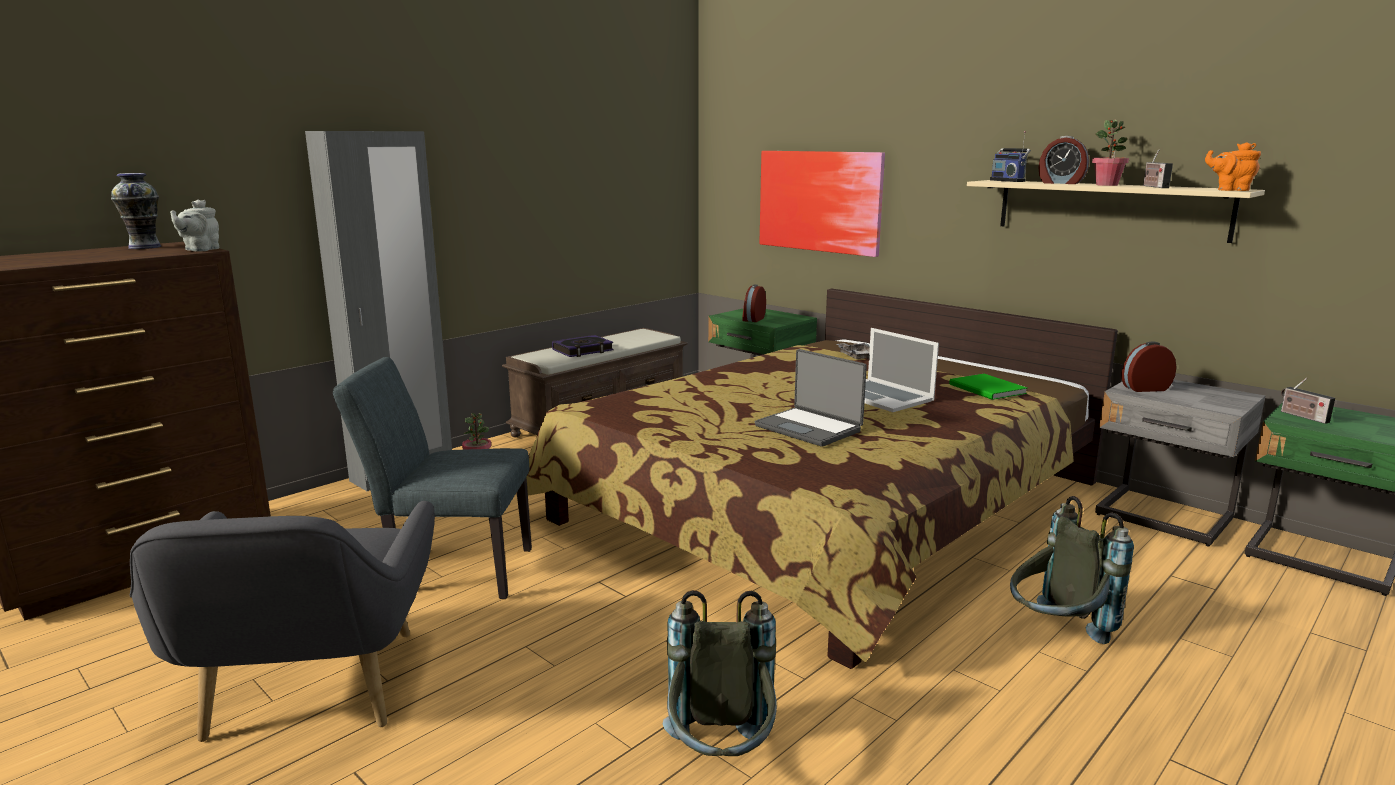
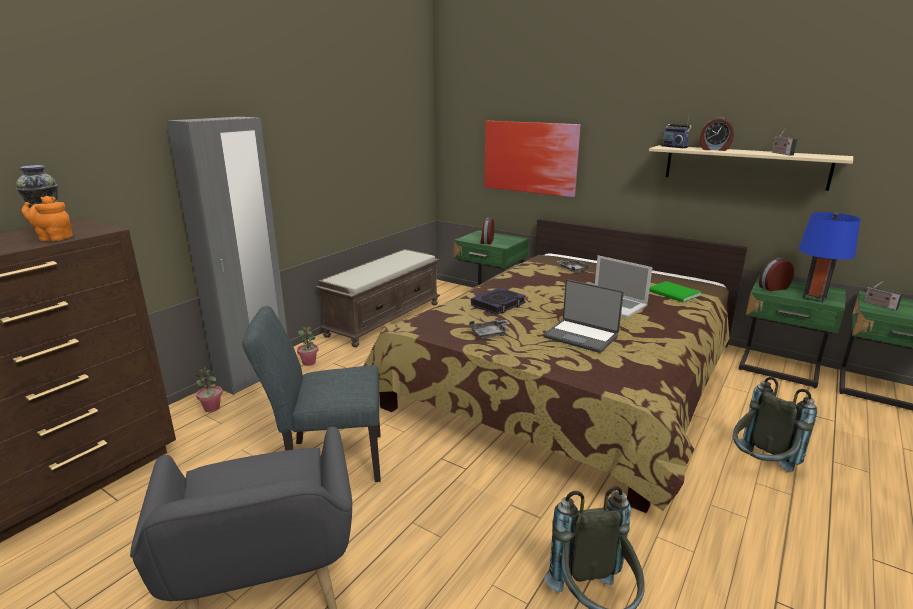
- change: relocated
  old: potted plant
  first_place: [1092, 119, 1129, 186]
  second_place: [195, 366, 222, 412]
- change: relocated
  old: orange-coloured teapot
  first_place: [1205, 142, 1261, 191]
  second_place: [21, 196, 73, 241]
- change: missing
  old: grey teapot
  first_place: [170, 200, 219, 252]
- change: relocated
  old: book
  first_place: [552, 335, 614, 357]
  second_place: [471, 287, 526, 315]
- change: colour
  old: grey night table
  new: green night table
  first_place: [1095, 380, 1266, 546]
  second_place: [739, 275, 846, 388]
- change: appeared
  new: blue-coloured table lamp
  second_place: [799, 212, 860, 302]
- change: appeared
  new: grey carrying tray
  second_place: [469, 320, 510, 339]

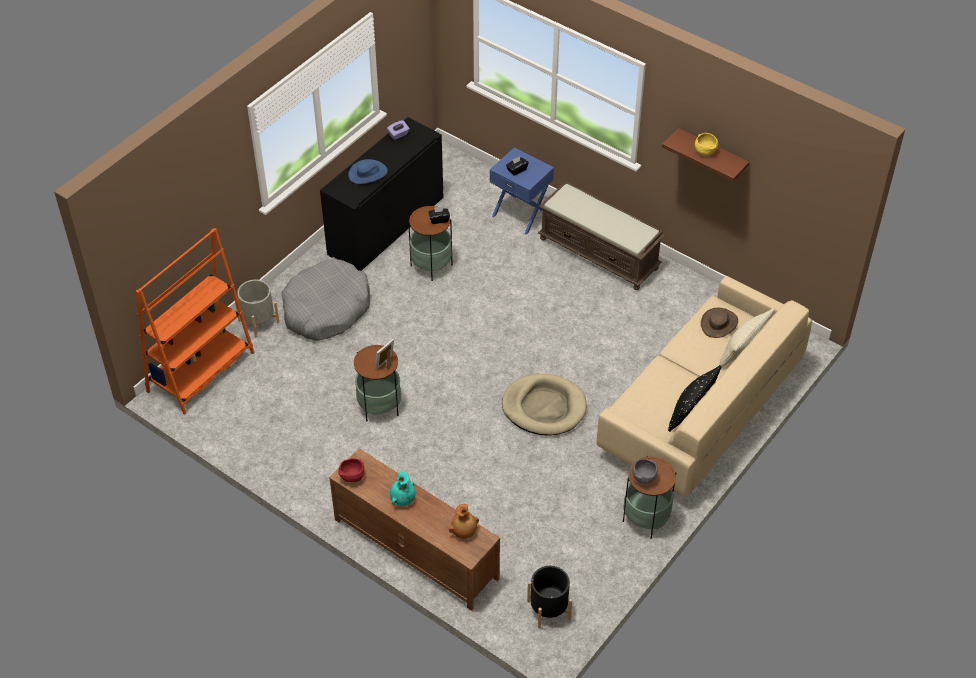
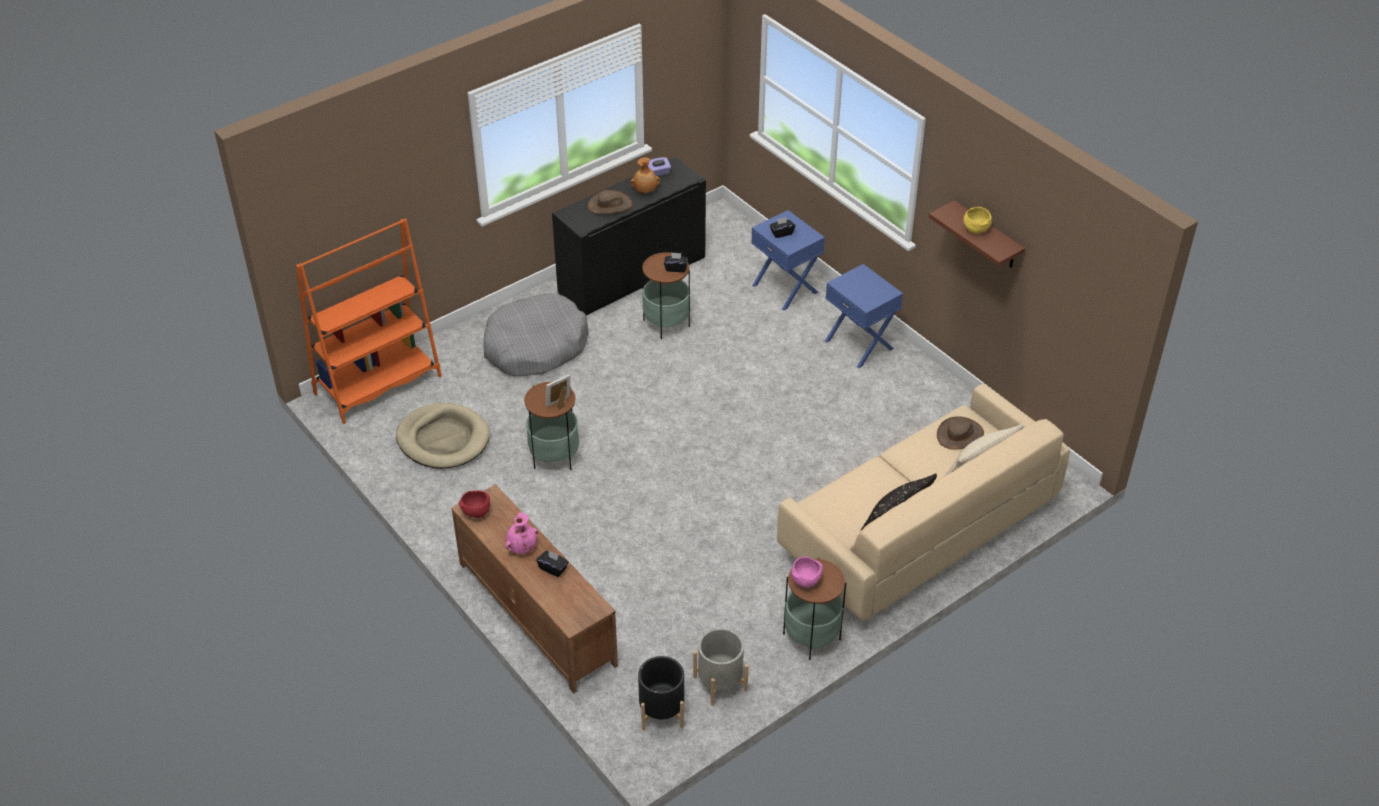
- change: colour
  old: blue-coloured wearable hat
  new: brown wearable hat
  first_place: [348, 159, 388, 184]
  second_place: [587, 190, 633, 214]
- change: exchanged
  old: brown bench
  new: blue-coloured night table
  first_place: [538, 181, 665, 290]
  second_place: [825, 264, 903, 368]
- change: relocated
  old: grey plant pot
  first_place: [235, 280, 280, 337]
  second_place: [693, 628, 749, 706]
- change: relocated
  old: beige-coloured dog cushion
  first_place: [502, 374, 587, 436]
  second_place: [396, 403, 490, 469]
- change: colour
  old: grey serving bowl
  new: pink serving bowl
  first_place: [632, 459, 658, 484]
  second_place: [792, 556, 823, 587]
- change: colour
  old: blue-green decorative vase
  new: pink decorative vase
  first_place: [390, 472, 415, 506]
  second_place: [505, 512, 538, 554]
- change: relocated
  old: brown decorative vase
  first_place: [449, 504, 479, 539]
  second_place: [630, 158, 660, 193]
- change: appeared
  new: blackish tissue holder
  second_place: [536, 550, 569, 577]

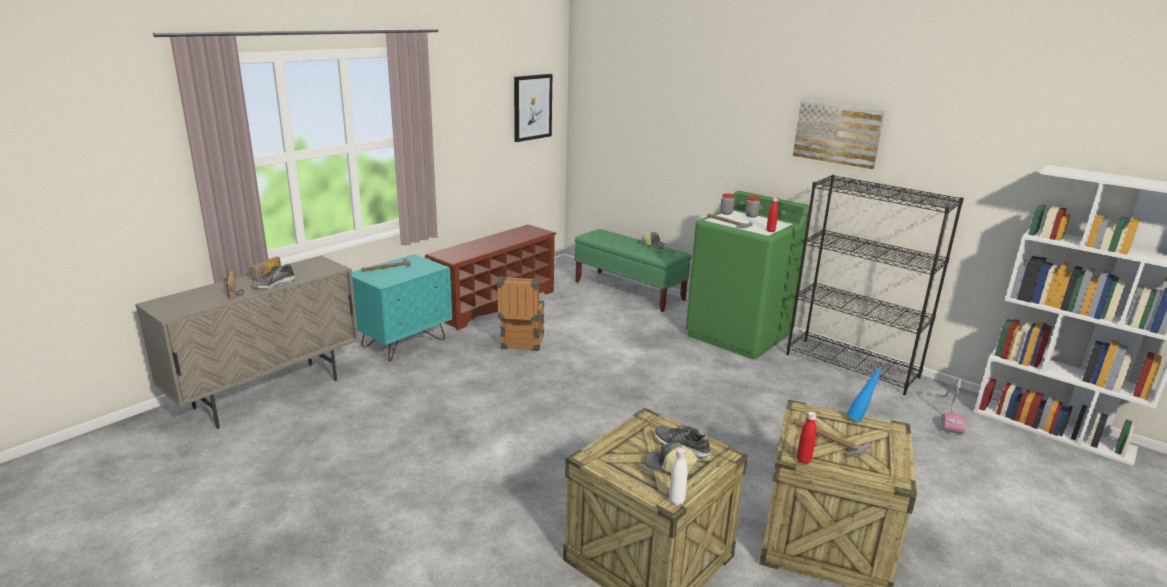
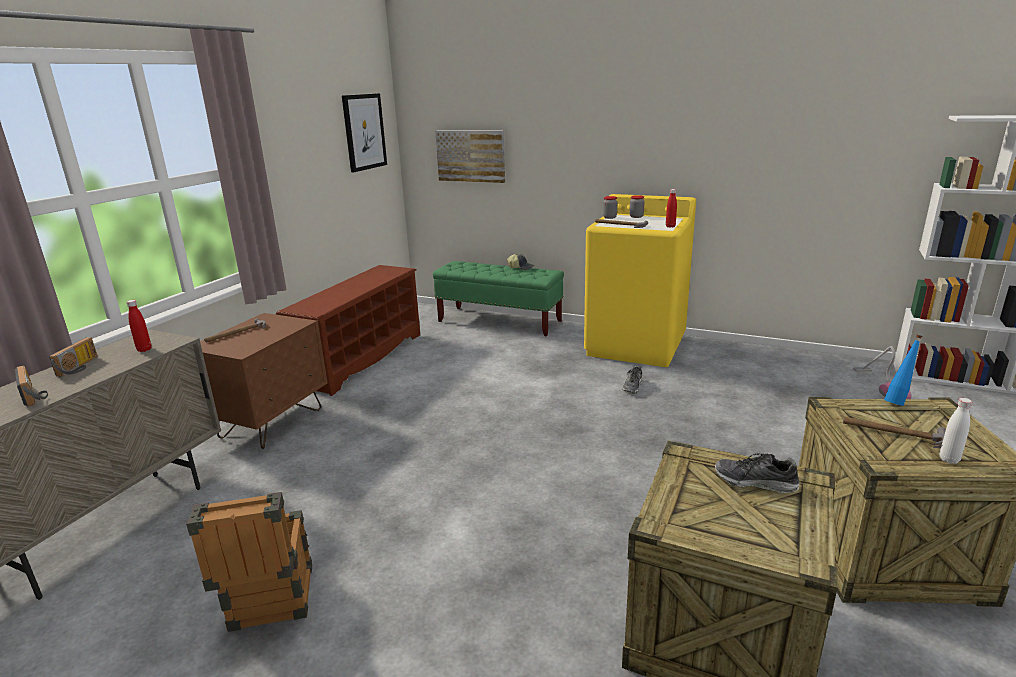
- change: relocated
  old: wall picture
  first_place: [793, 101, 885, 169]
  second_place: [435, 130, 505, 183]
- change: missing
  old: blackish shelving unit
  first_place: [786, 175, 964, 395]
- change: colour
  old: green laundry appliance
  new: yellow laundry appliance
  first_place: [686, 191, 812, 360]
  second_place: [584, 194, 696, 367]
- change: colour
  old: blue-green night table
  new: brown night table
  first_place: [352, 254, 452, 361]
  second_place: [200, 313, 327, 449]
- change: relocated
  old: low shoe
  first_place: [252, 264, 296, 290]
  second_place: [623, 366, 642, 394]
- change: relocated
  old: shipping crate
  first_place: [497, 277, 544, 351]
  second_place: [186, 492, 312, 632]
- change: relocated
  old: red beverage bottle
  first_place: [797, 411, 817, 464]
  second_place: [127, 300, 151, 352]
- change: missing
  old: baseball cap
  first_place: [645, 442, 698, 474]
- change: relocated
  old: whitish beverage bottle
  first_place: [669, 448, 688, 505]
  second_place: [940, 398, 972, 464]

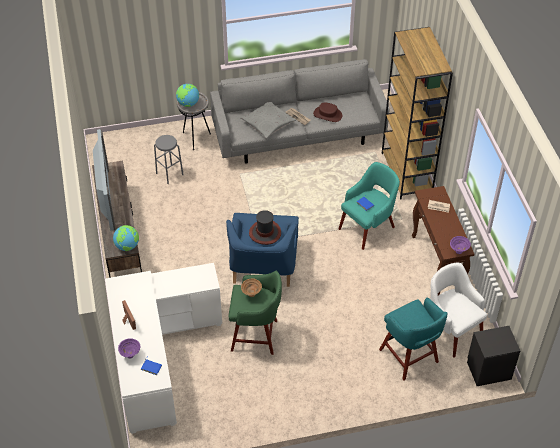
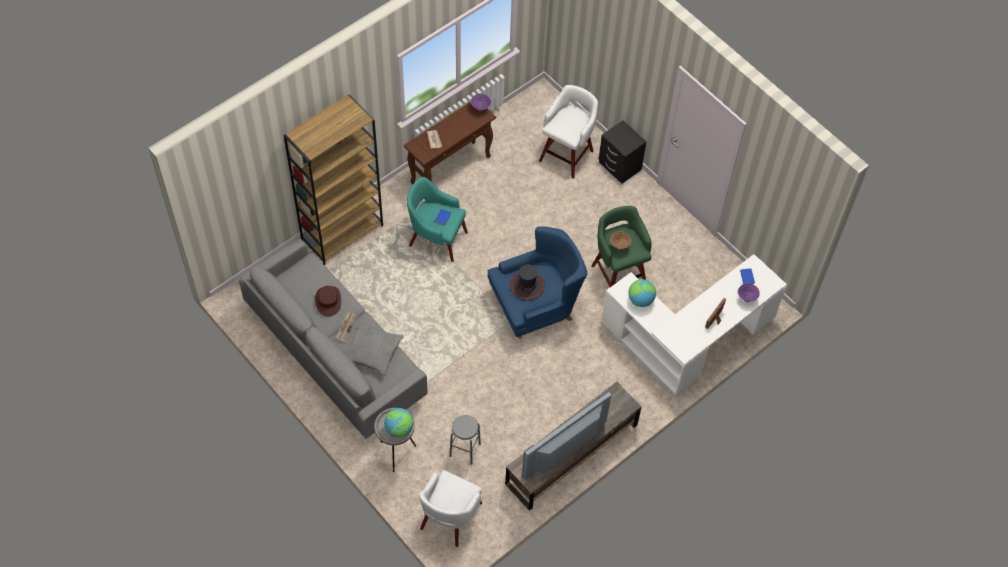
- change: relocated
  old: world globe
  first_place: [113, 225, 139, 251]
  second_place: [628, 279, 656, 307]
- change: relocated
  old: whitish lounge chair
  first_place: [430, 263, 487, 357]
  second_place: [419, 470, 482, 547]
- change: colour
  old: blue-green stool
  new: whitish stool
  first_place: [379, 298, 447, 381]
  second_place: [539, 85, 598, 179]
- change: relocated
  old: blackish night table
  first_place: [467, 326, 520, 386]
  second_place: [599, 120, 646, 184]

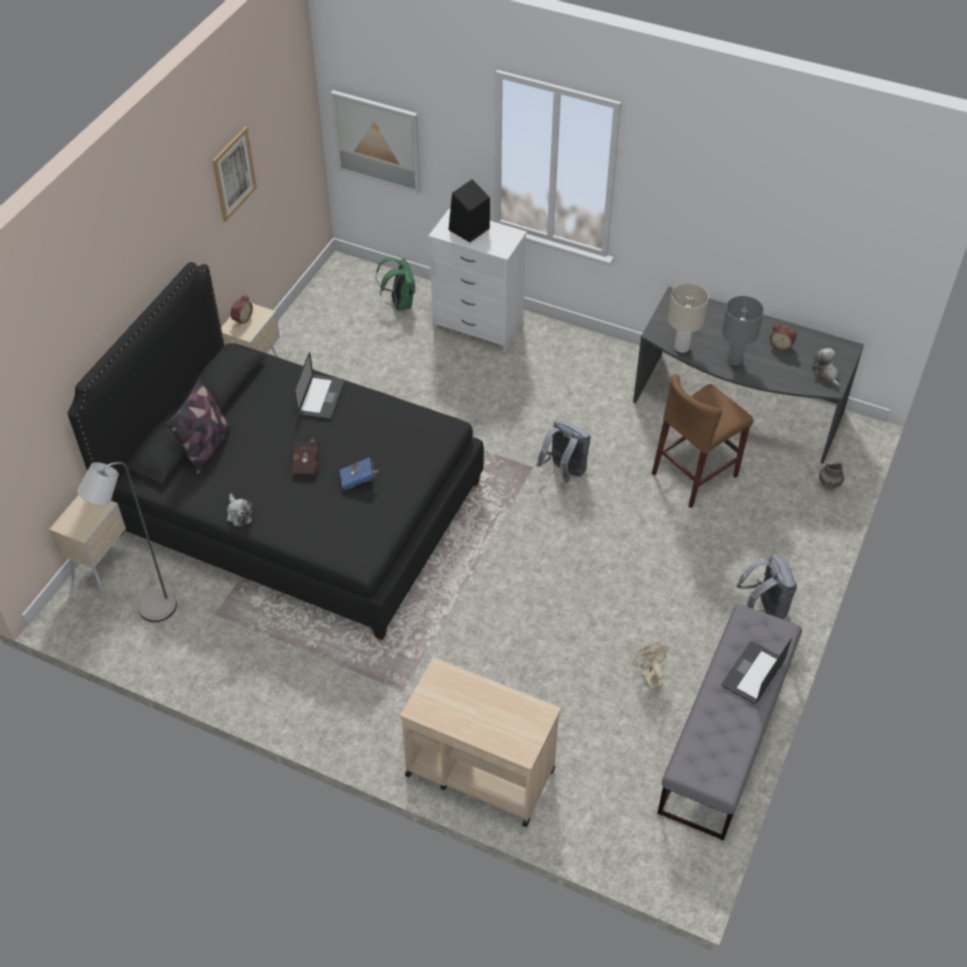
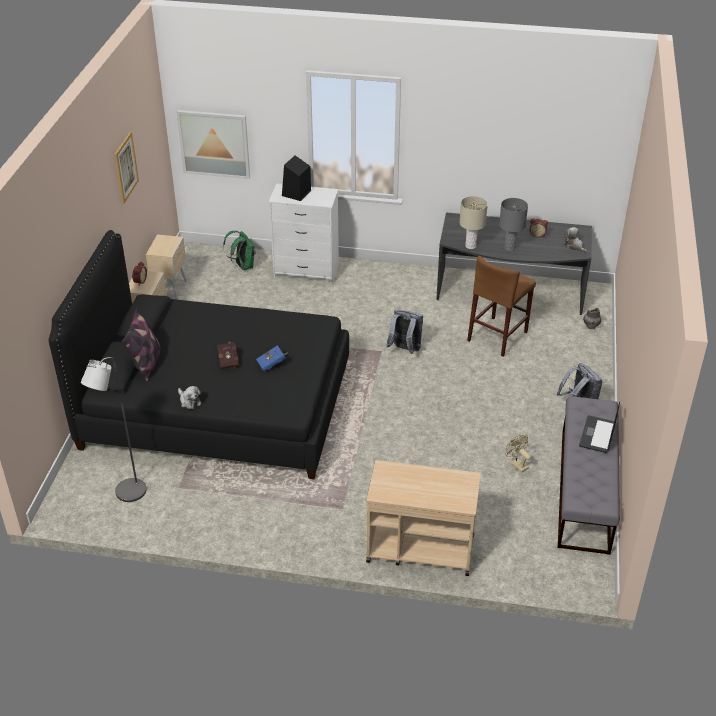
- change: missing
  old: notebook computer
  first_place: [294, 352, 345, 420]
- change: relocated
  old: beige-coloured night table
  first_place: [49, 495, 131, 591]
  second_place: [146, 234, 187, 300]

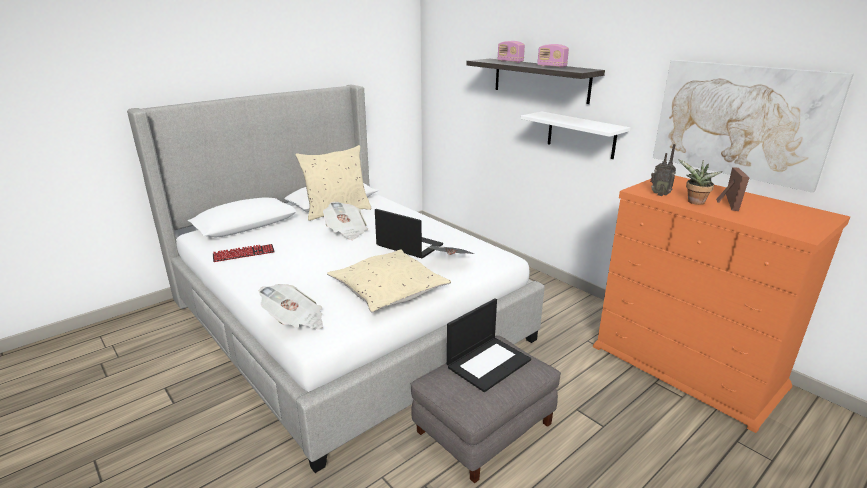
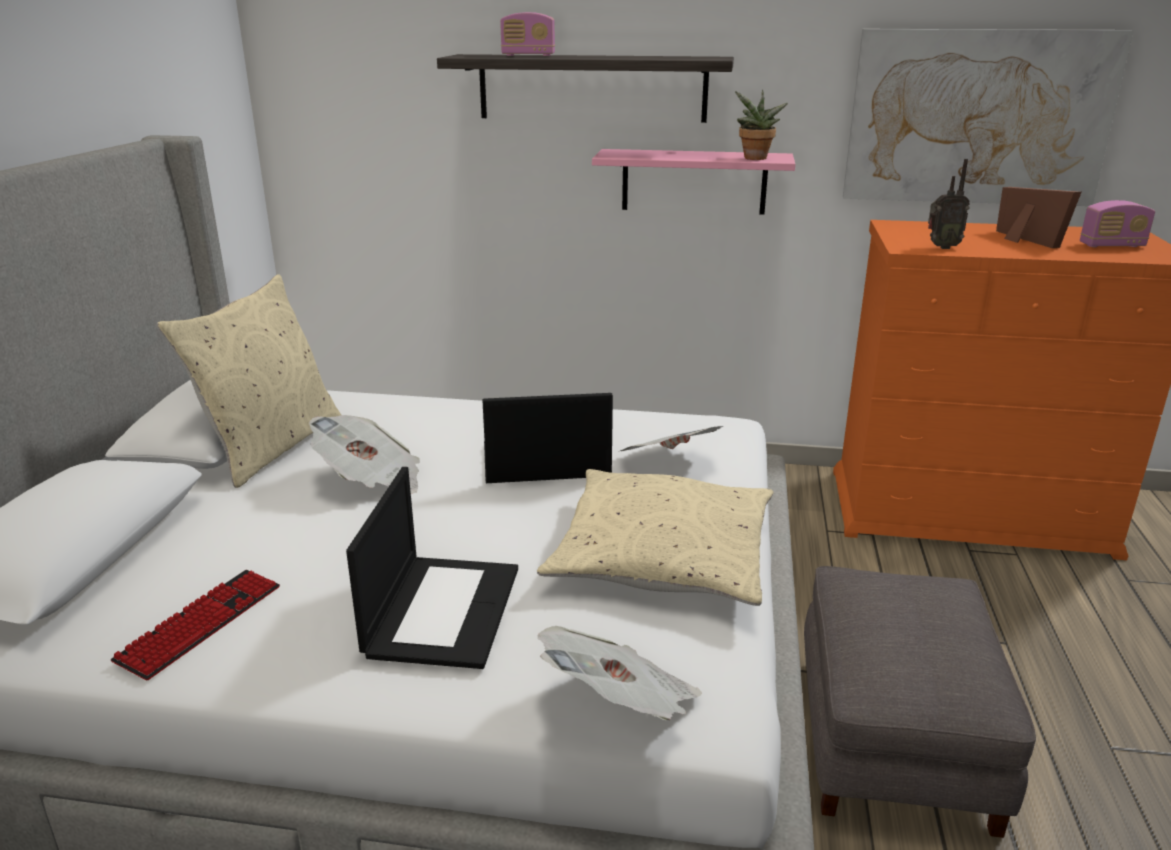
- change: relocated
  old: radio receiver
  first_place: [537, 44, 569, 68]
  second_place: [1080, 200, 1155, 247]
- change: colour
  old: whitish shelf
  new: pink shelf
  first_place: [521, 112, 630, 159]
  second_place: [592, 149, 796, 214]
- change: relocated
  old: potted plant
  first_place: [678, 159, 723, 205]
  second_place: [735, 90, 788, 160]
- change: relocated
  old: notebook computer
  first_place: [447, 298, 531, 392]
  second_place: [346, 467, 518, 669]

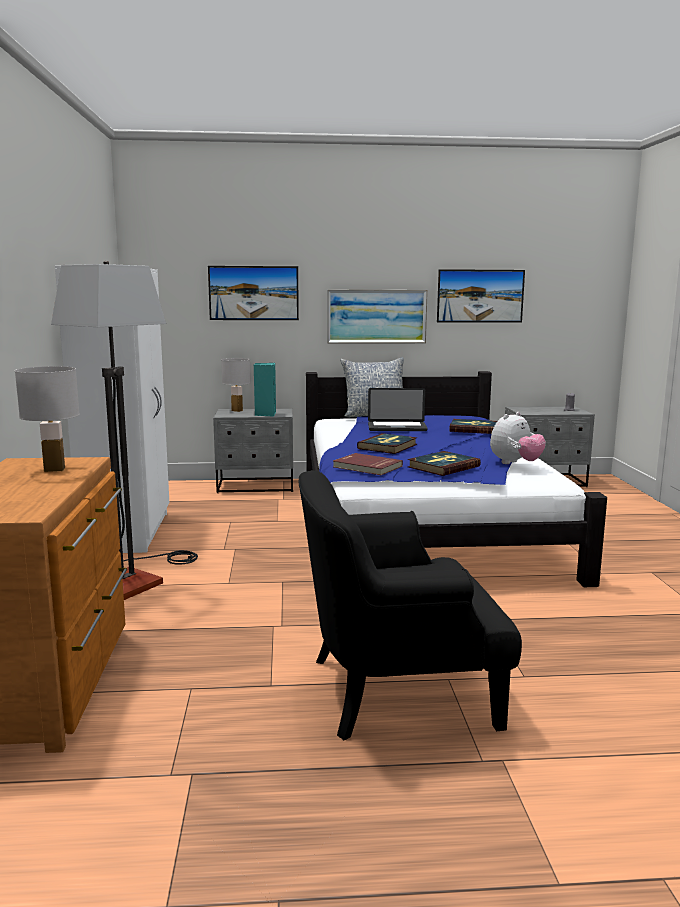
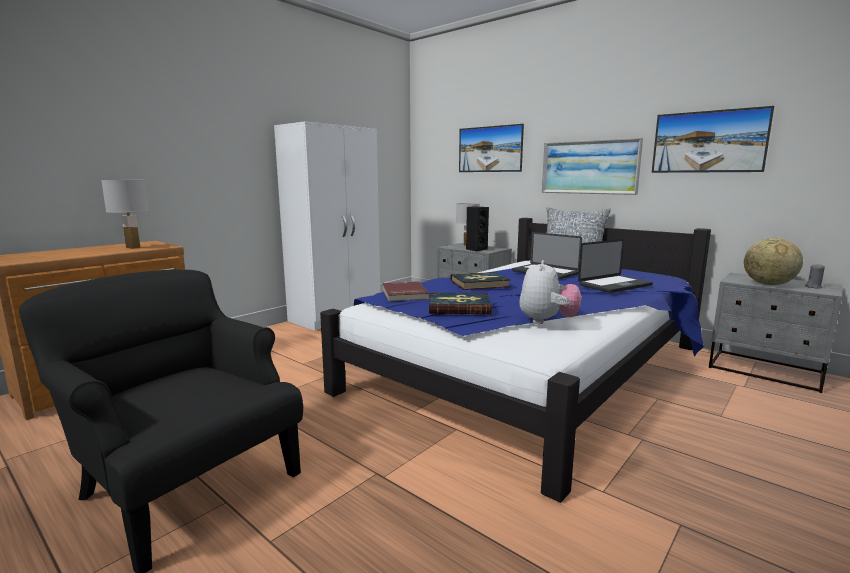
- change: missing
  old: floor lamp
  first_place: [51, 261, 198, 600]
- change: colour
  old: blue-green speaker
  new: blackish speaker
  first_place: [254, 363, 276, 416]
  second_place: [466, 207, 489, 252]
- change: spun
  old: cuddly toy
  first_place: [490, 412, 546, 464]
  second_place: [519, 260, 581, 324]
  degrees: -75
- change: exchanged
  old: book
  new: notebook computer
  first_place: [449, 419, 497, 434]
  second_place: [578, 239, 653, 293]
- change: appeared
  new: world globe
  second_place: [744, 238, 803, 285]

